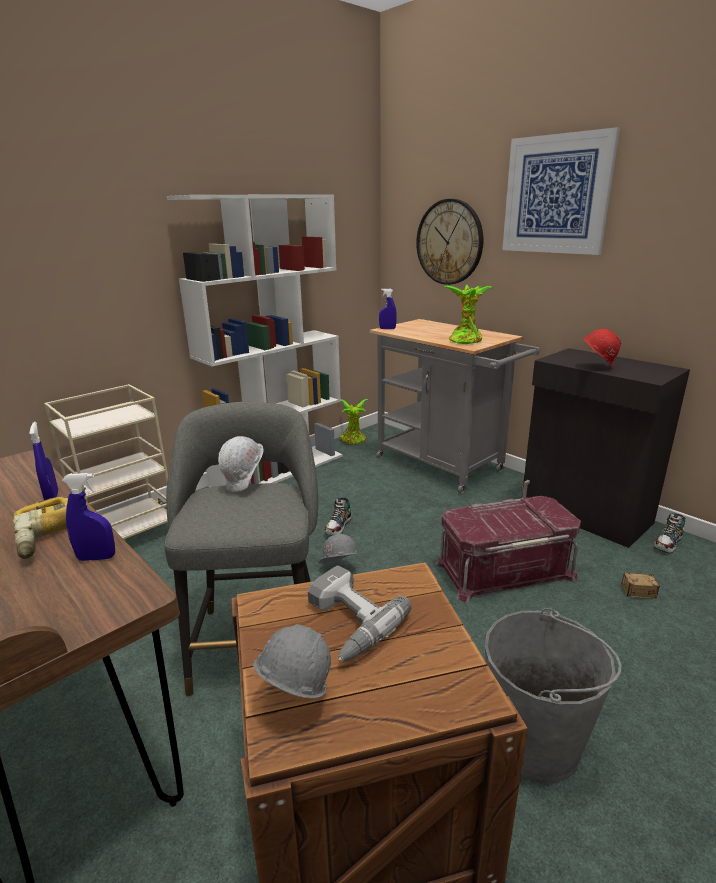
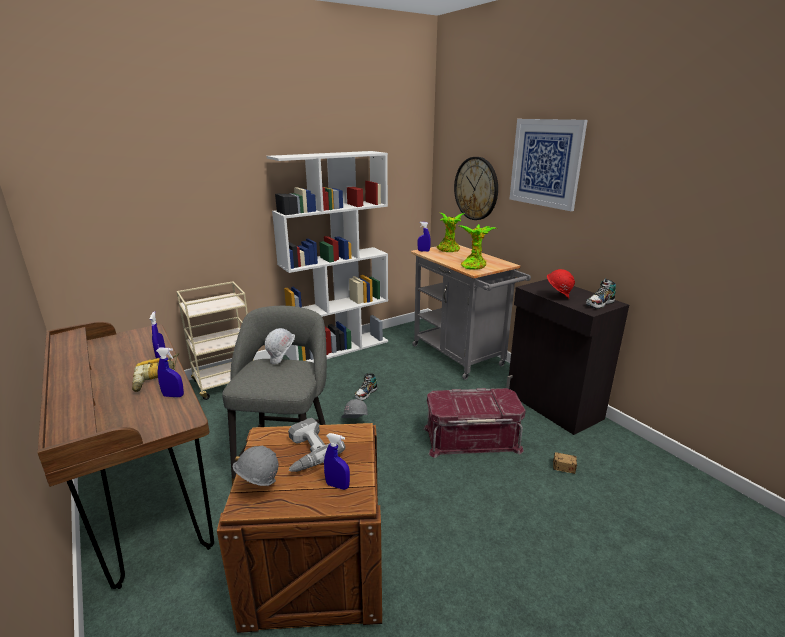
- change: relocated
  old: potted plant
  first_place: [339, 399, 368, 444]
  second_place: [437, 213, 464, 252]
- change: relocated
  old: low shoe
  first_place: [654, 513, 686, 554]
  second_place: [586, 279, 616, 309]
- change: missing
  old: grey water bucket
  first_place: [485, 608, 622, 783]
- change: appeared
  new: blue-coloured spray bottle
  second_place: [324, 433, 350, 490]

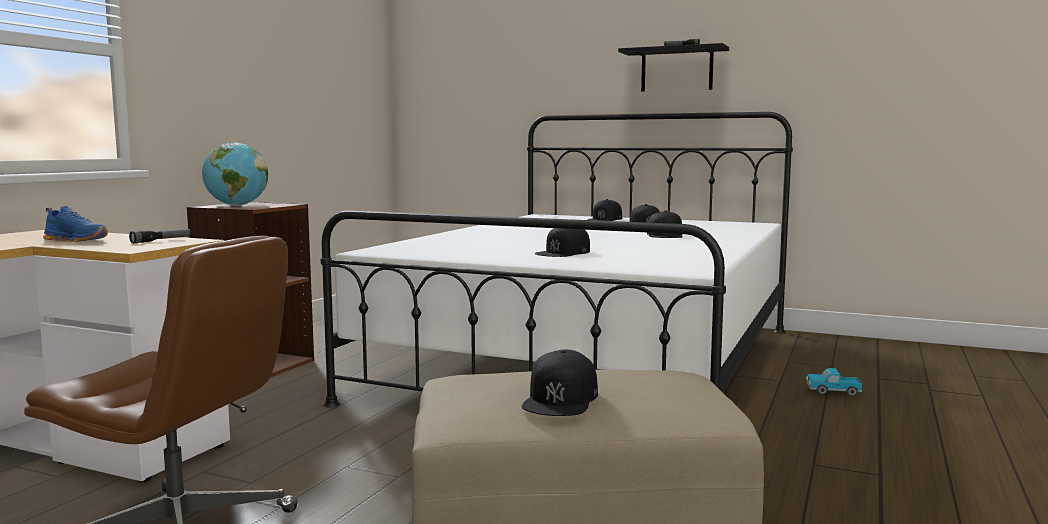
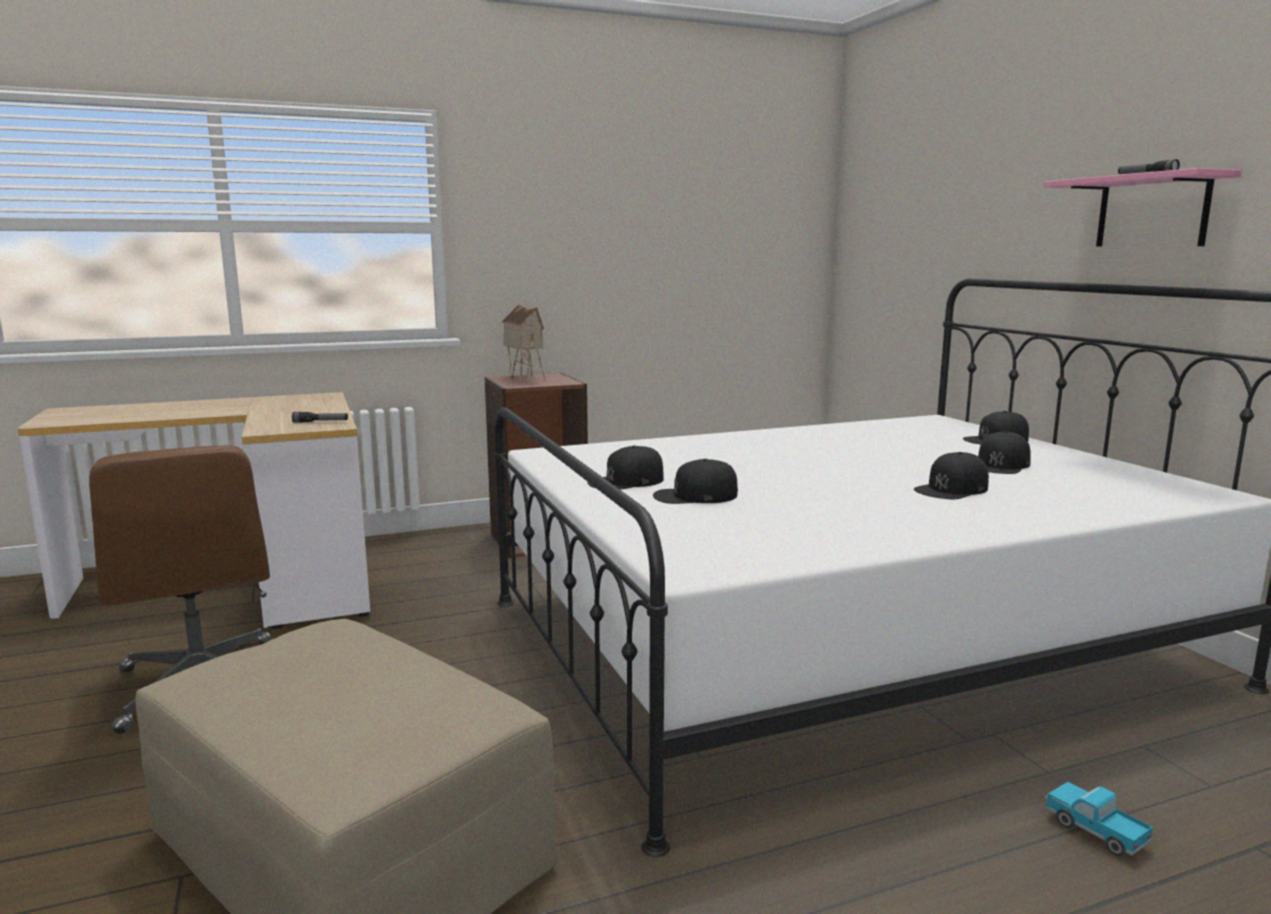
- change: colour
  old: blackish shelf
  new: pink shelf
  first_place: [618, 43, 729, 92]
  second_place: [1044, 168, 1242, 247]
- change: exchanged
  old: world globe
  new: model house
  first_place: [202, 142, 268, 206]
  second_place: [501, 303, 546, 383]
- change: missing
  old: blue-coloured low shoe
  first_place: [43, 206, 108, 242]
- change: relocated
  old: blackish baseball cap
  first_place: [522, 349, 598, 416]
  second_place: [588, 446, 664, 490]

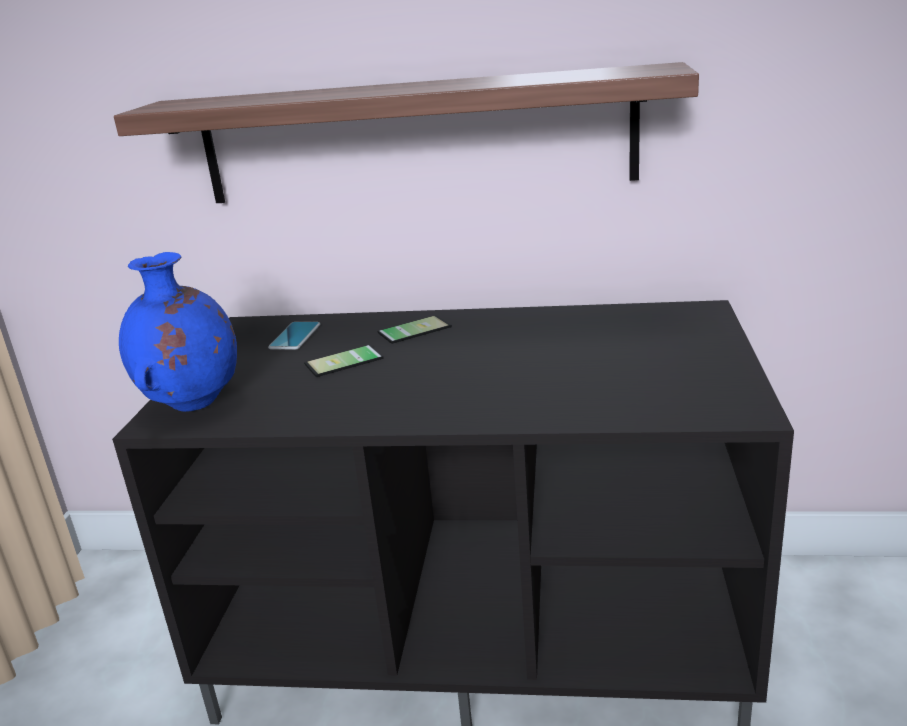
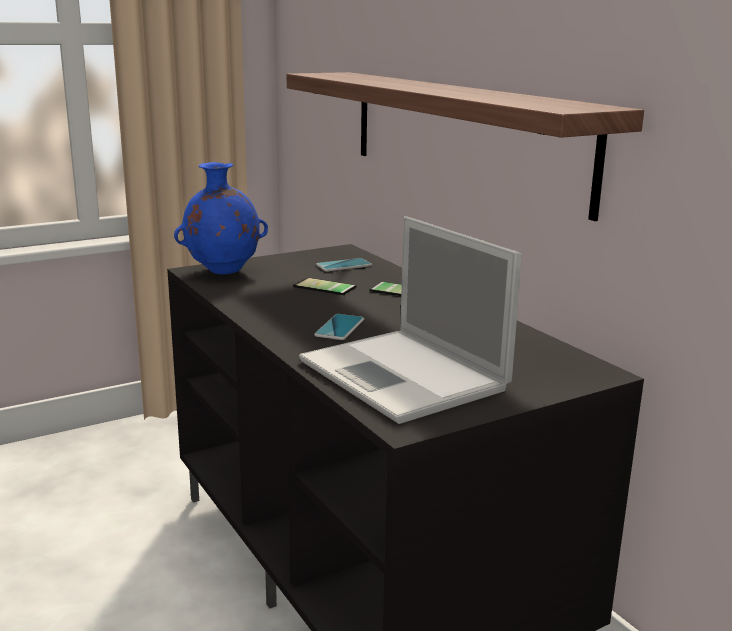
- change: appeared
  new: notebook computer
  second_place: [299, 216, 522, 424]
- change: appeared
  new: phone
  second_place: [314, 314, 364, 340]

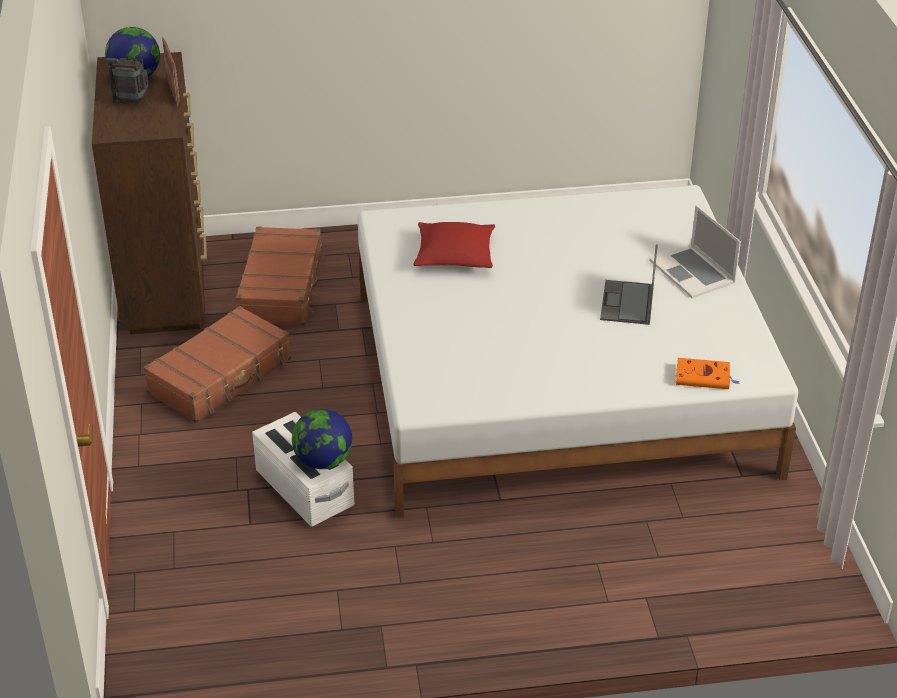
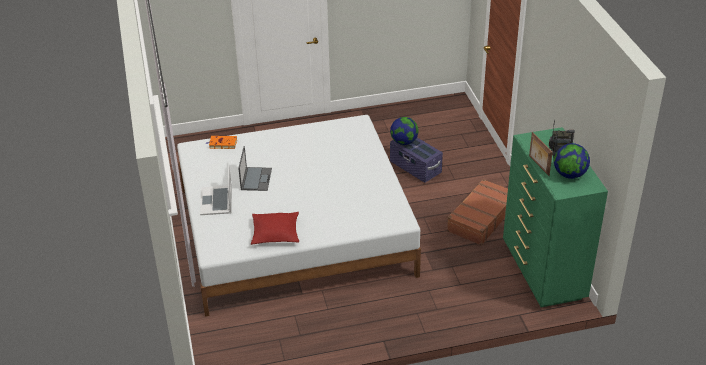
- change: colour
  old: brown dresser
  new: green dresser
  first_place: [92, 52, 207, 335]
  second_place: [503, 127, 608, 307]
- change: spun
  old: notebook computer
  first_place: [649, 205, 741, 298]
  second_place: [200, 164, 232, 215]
  degrees: -150
- change: relocated
  old: red cushion
  first_place: [414, 222, 495, 268]
  second_place: [251, 212, 299, 245]
- change: missing
  old: brown piece of luggage
  first_place: [236, 226, 326, 326]
- change: colour
  old: whitish storage container
  new: purple-coloured storage container
  first_place: [252, 412, 355, 527]
  second_place: [390, 138, 443, 183]

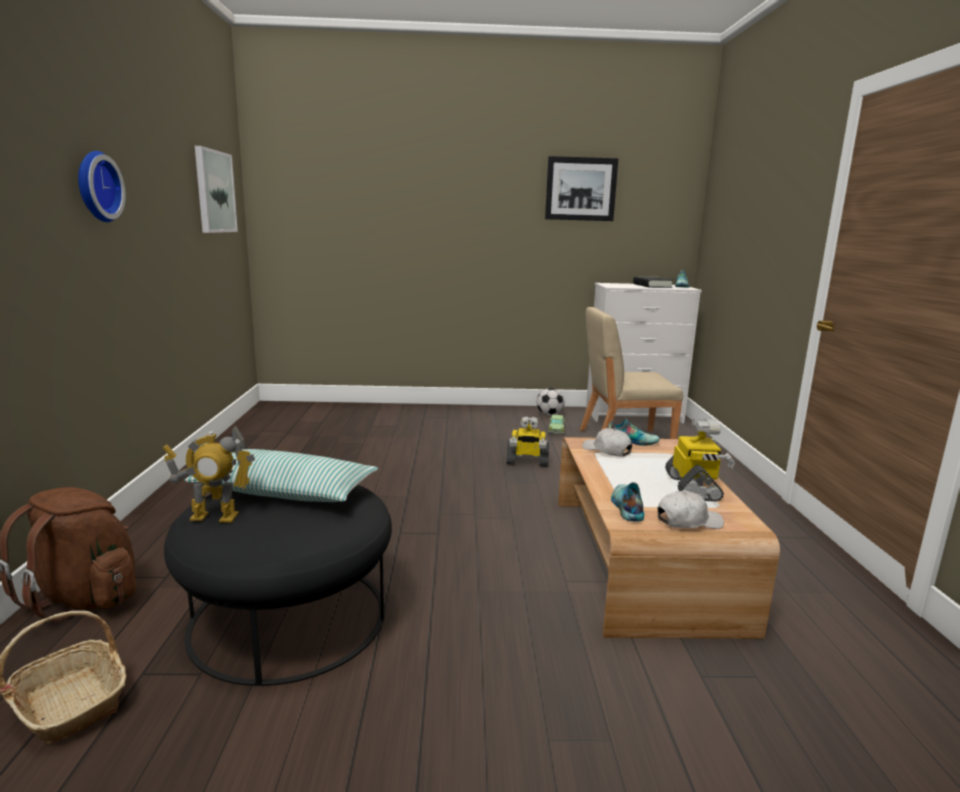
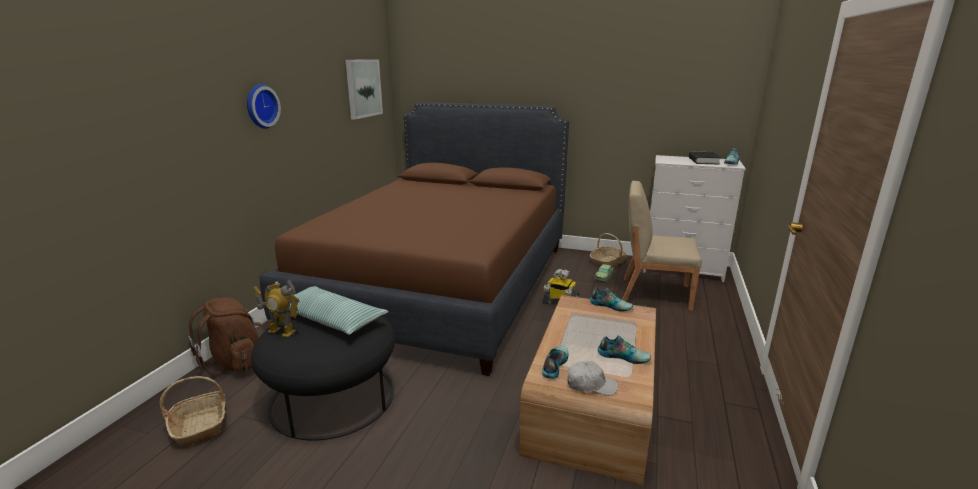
- change: missing
  old: wall picture
  first_place: [545, 156, 618, 221]
- change: exchanged
  old: ball for football
  new: household basket
  first_place: [537, 388, 565, 416]
  second_place: [590, 233, 628, 267]
- change: exchanged
  old: toy robot
  new: low shoe
  first_place: [665, 419, 735, 502]
  second_place: [598, 336, 651, 364]
- change: missing
  old: whitish baseball cap
  first_place: [582, 428, 632, 457]
- change: appeared
  new: brown sleeping bed
  second_place: [260, 102, 569, 376]

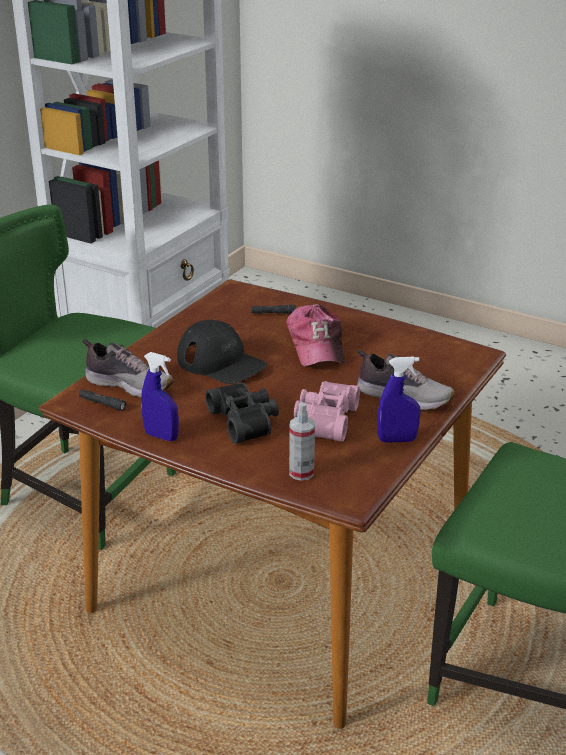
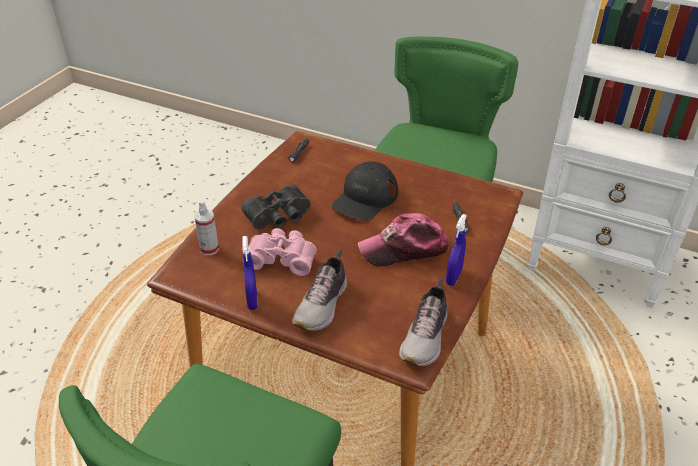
- change: relocated
  old: low shoe
  first_place: [82, 339, 174, 398]
  second_place: [399, 278, 447, 366]
- change: relocated
  old: blue-coloured spray bottle
  first_place: [141, 352, 179, 441]
  second_place: [446, 214, 467, 286]

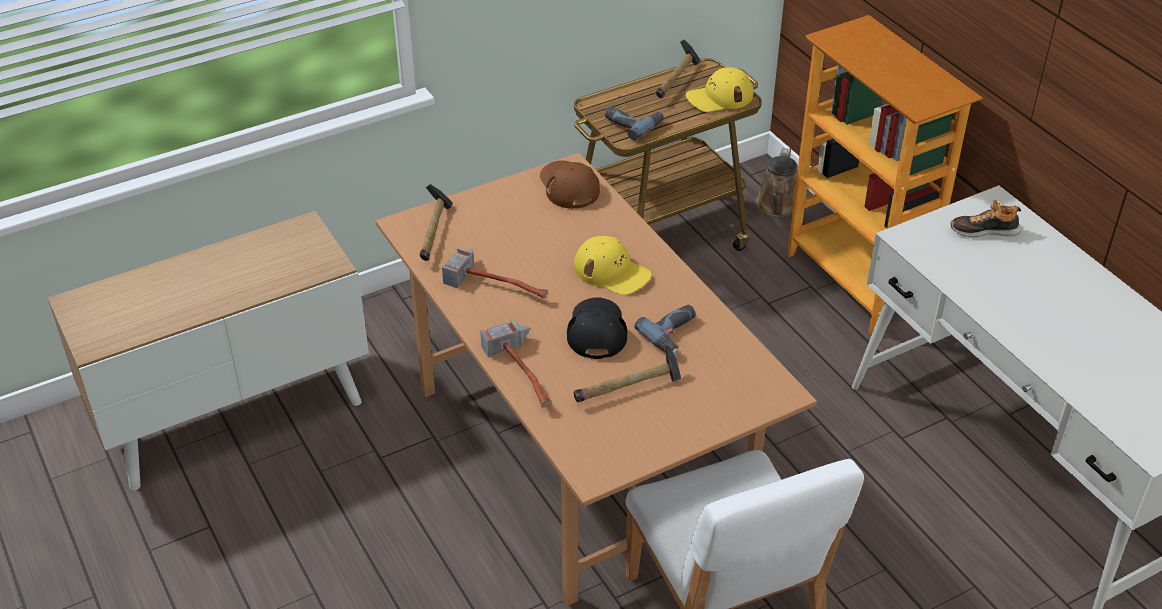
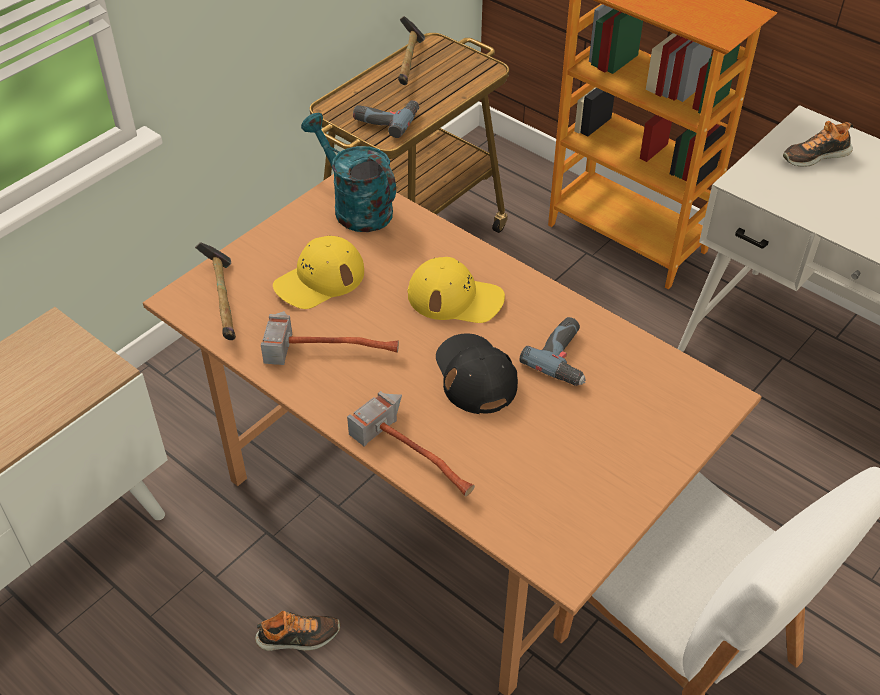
- change: relocated
  old: yellow baseball cap
  first_place: [686, 67, 754, 112]
  second_place: [273, 236, 364, 309]
- change: missing
  old: brown sprinkling can
  first_place: [756, 148, 797, 217]
- change: exchanged
  old: brown baseball cap
  new: blue-green sprinkling can
  first_place: [540, 160, 600, 209]
  second_place: [301, 113, 396, 232]
- change: missing
  old: tool hammer
  first_place: [574, 345, 681, 402]
- change: appeared
  new: low shoe
  second_place: [255, 611, 340, 651]

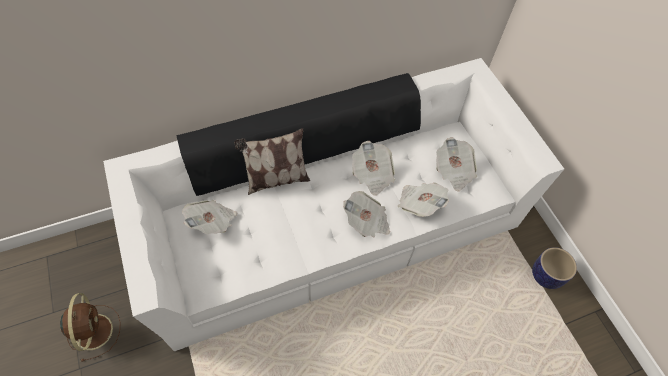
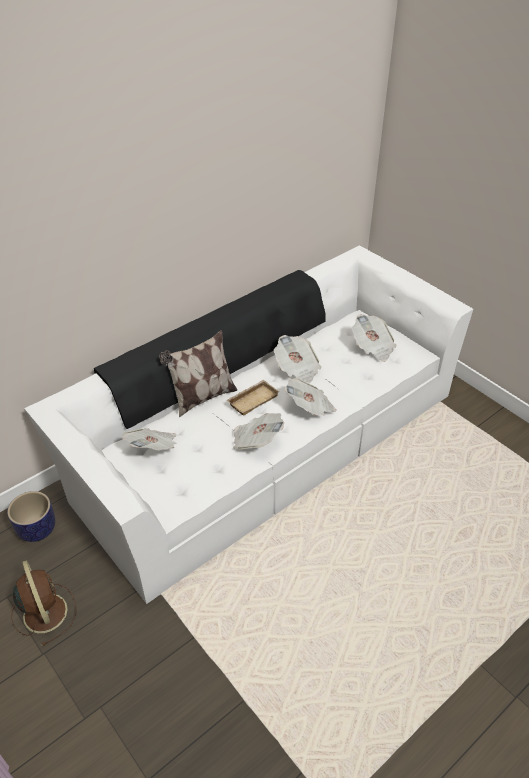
- change: relocated
  old: daily paper
  first_place: [398, 183, 449, 217]
  second_place: [233, 413, 284, 449]
- change: relocated
  old: plant pot
  first_place: [532, 247, 577, 289]
  second_place: [7, 491, 55, 542]
- change: appeared
  new: beige-coloured carrying tray
  second_place: [227, 380, 279, 416]

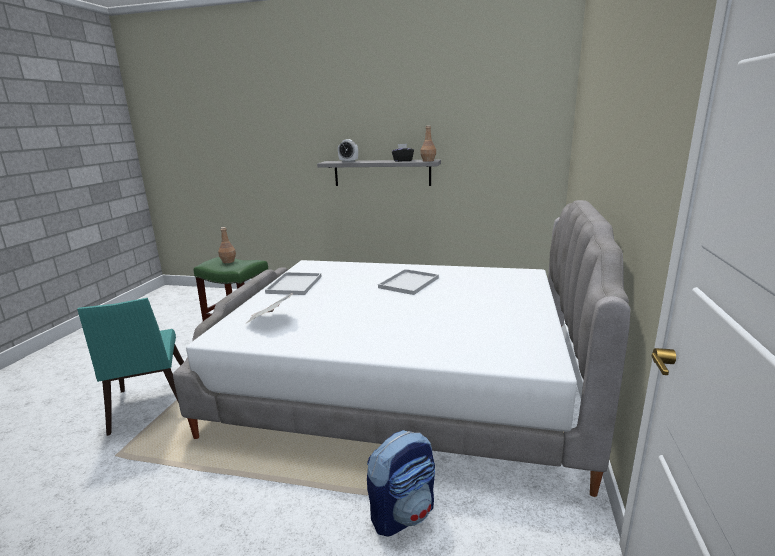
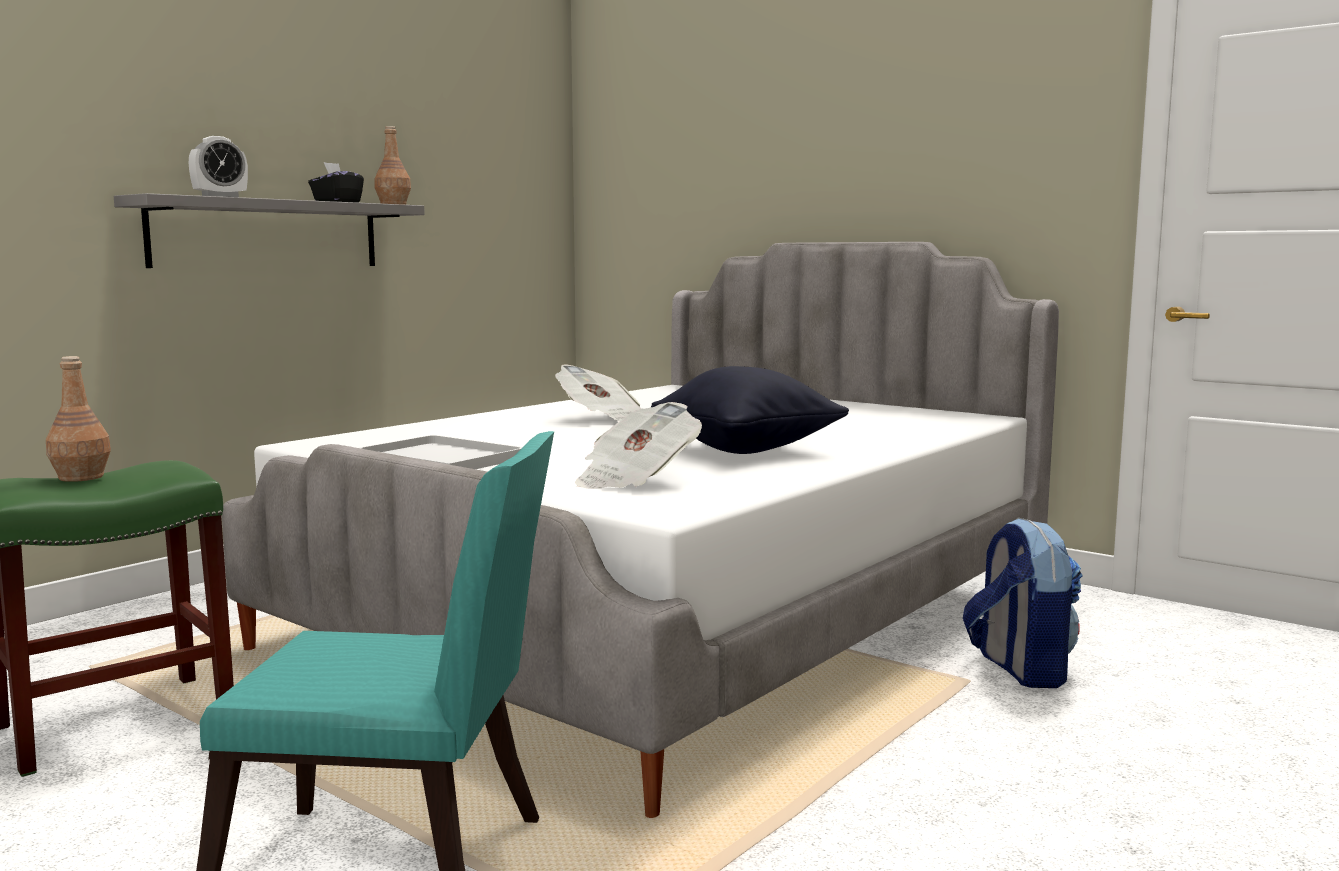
- change: exchanged
  old: whitish carrying tray
  new: daily paper
  first_place: [378, 269, 439, 295]
  second_place: [555, 365, 642, 422]
- change: appeared
  new: blackish cushion
  second_place: [651, 366, 849, 454]

